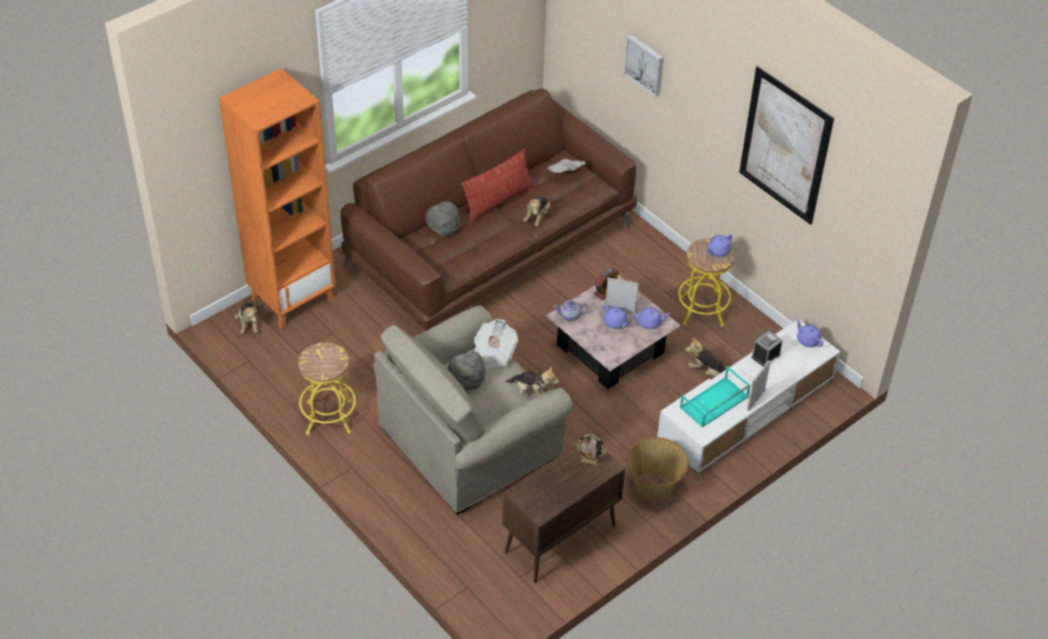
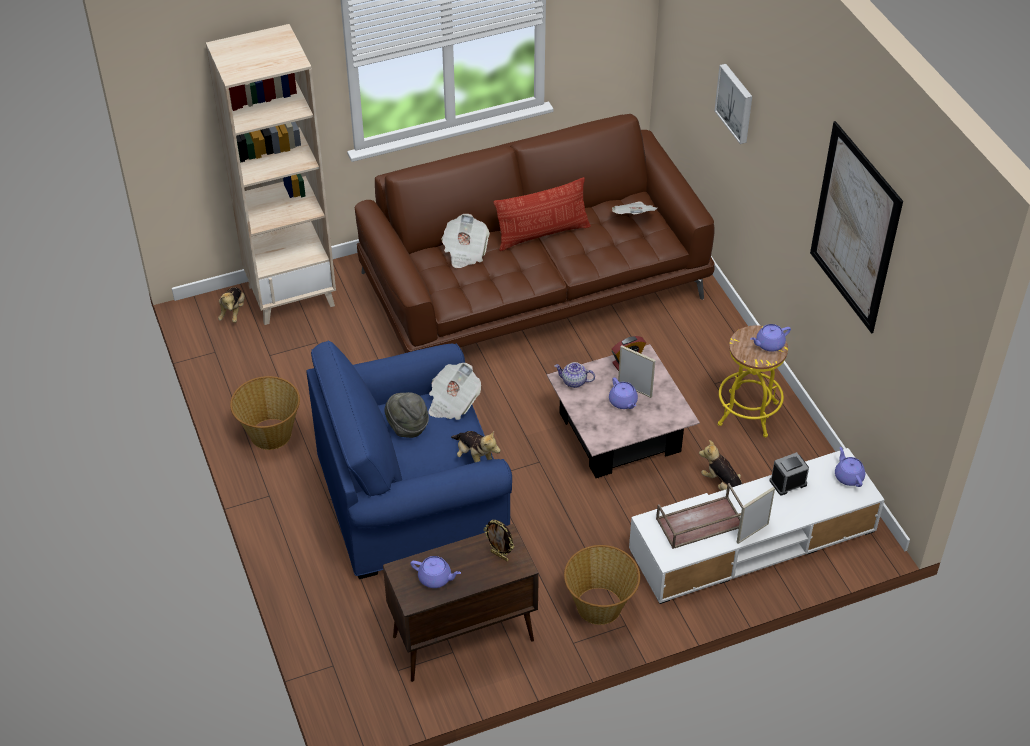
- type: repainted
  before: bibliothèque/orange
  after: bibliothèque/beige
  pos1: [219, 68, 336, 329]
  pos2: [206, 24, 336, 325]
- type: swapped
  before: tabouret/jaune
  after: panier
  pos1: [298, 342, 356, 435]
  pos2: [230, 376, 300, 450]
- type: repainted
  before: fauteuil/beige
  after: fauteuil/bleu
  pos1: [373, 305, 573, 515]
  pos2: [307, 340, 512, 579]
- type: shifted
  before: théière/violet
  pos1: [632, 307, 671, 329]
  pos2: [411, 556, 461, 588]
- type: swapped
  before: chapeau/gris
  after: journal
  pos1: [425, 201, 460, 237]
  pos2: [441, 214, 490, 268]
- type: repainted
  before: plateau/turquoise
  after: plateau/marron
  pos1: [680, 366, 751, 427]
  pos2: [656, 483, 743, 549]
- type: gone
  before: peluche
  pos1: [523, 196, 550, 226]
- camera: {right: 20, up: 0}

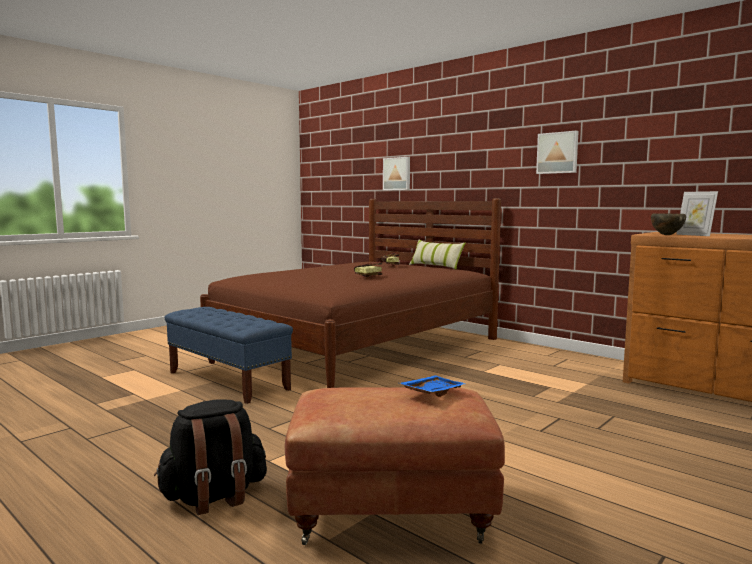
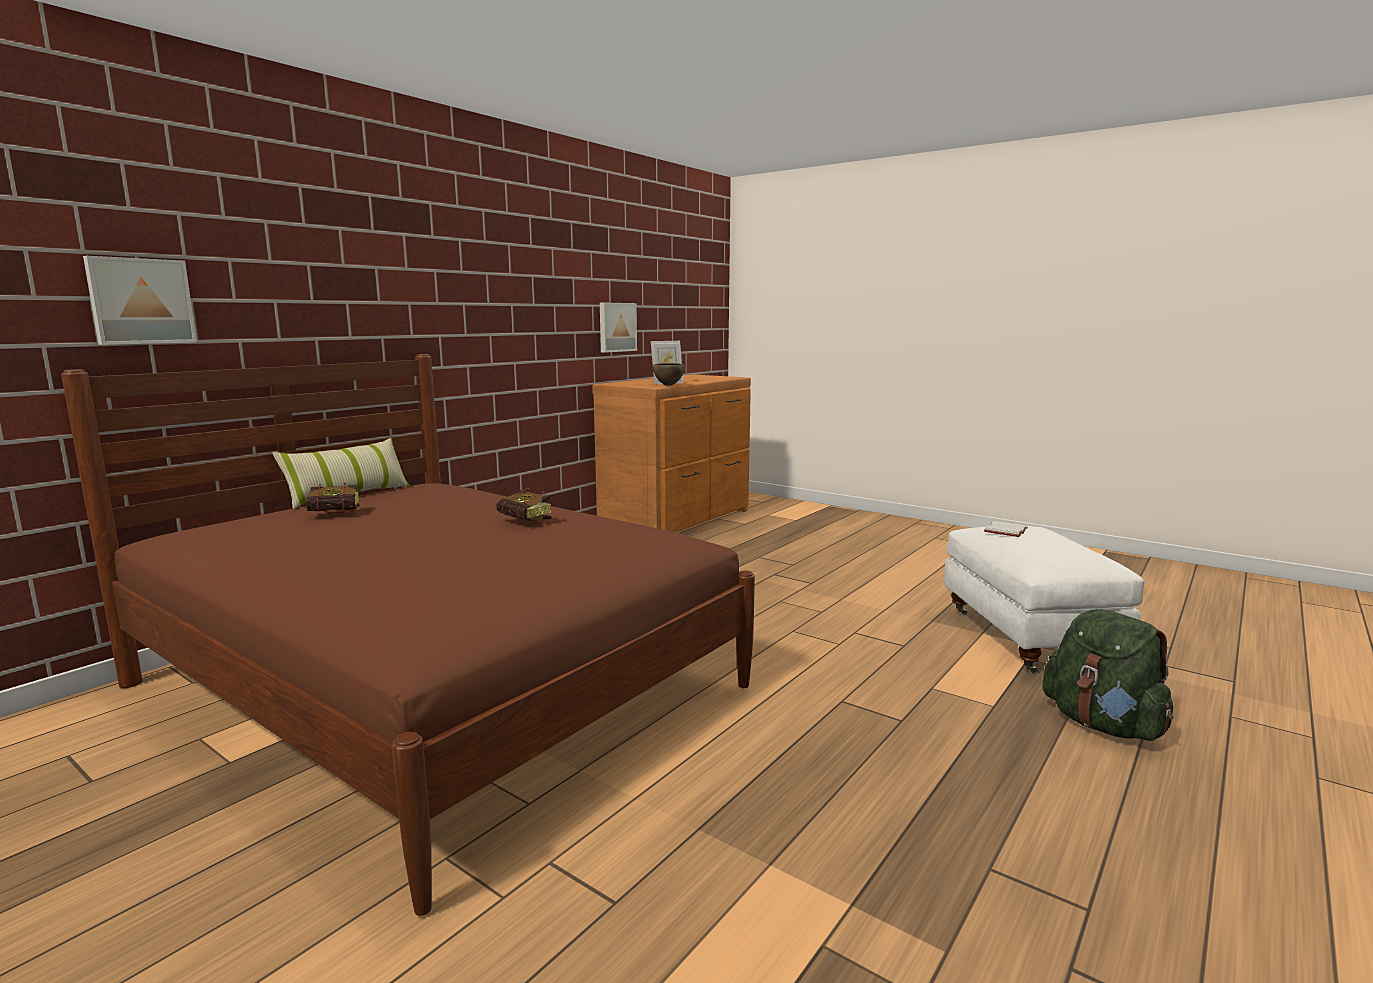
- type: shifted
  before: tableau
  pos1: [536, 131, 579, 174]
  pos2: [600, 303, 637, 353]
- type: repainted
  before: pouf/marron
  after: pouf/blanc
  pos1: [285, 387, 505, 545]
  pos2: [944, 526, 1144, 674]
- type: swapped
  before: plateau/bleu
  after: livre/blanc
  pos1: [400, 375, 466, 397]
  pos2: [984, 521, 1028, 537]
- type: repainted
  before: sac à dos/noir
  after: sac à dos/vert
  pos1: [154, 399, 267, 515]
  pos2: [1042, 609, 1173, 741]
- type: gone
  before: banc/bleu
  pos1: [165, 307, 293, 404]
- camera: {right: -95, up: 5}

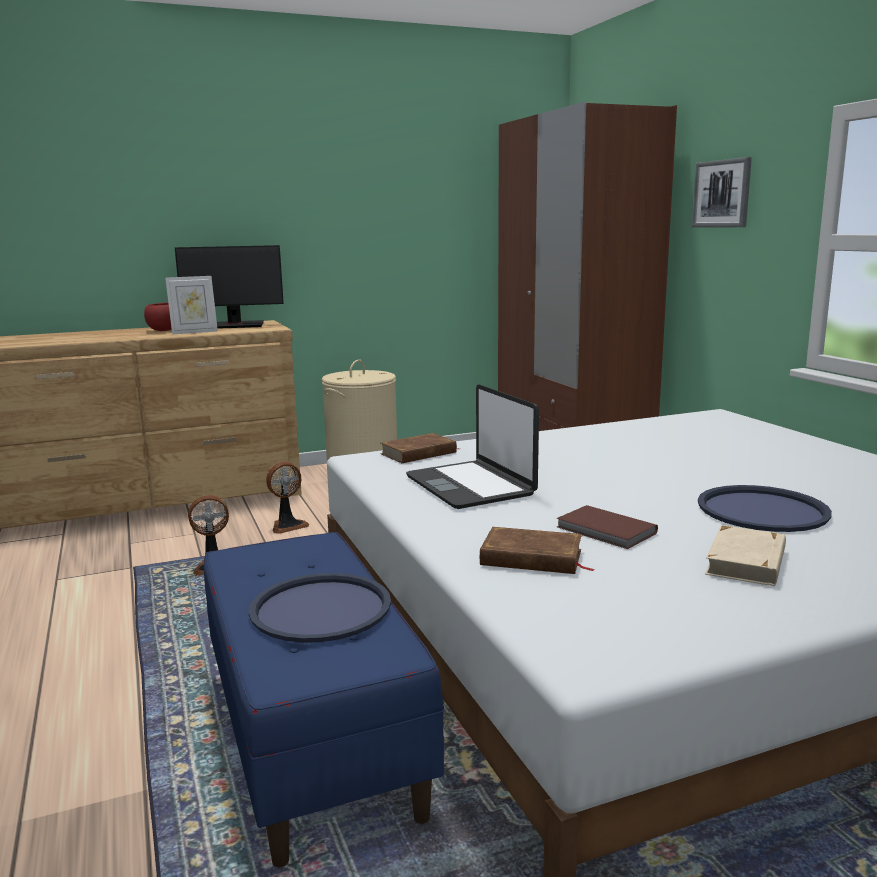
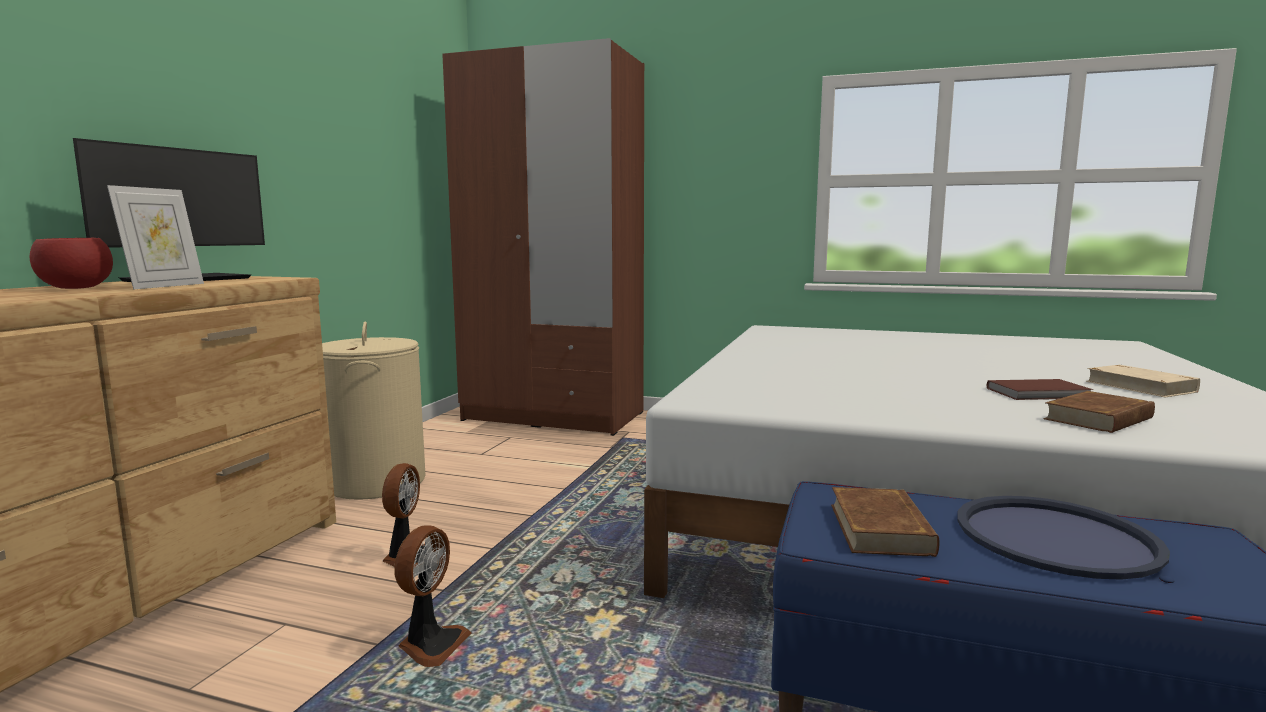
- type: shifted
  before: livre/marron
  pos1: [381, 433, 459, 463]
  pos2: [831, 487, 939, 557]
- type: gone
  before: ordinateur portable
  pos1: [406, 384, 539, 509]
- type: gone
  before: tableau
  pos1: [692, 157, 752, 227]
- type: gone
  before: plateau/bleu
  pos1: [698, 485, 832, 532]
- camera: {right: -50, up: -5}

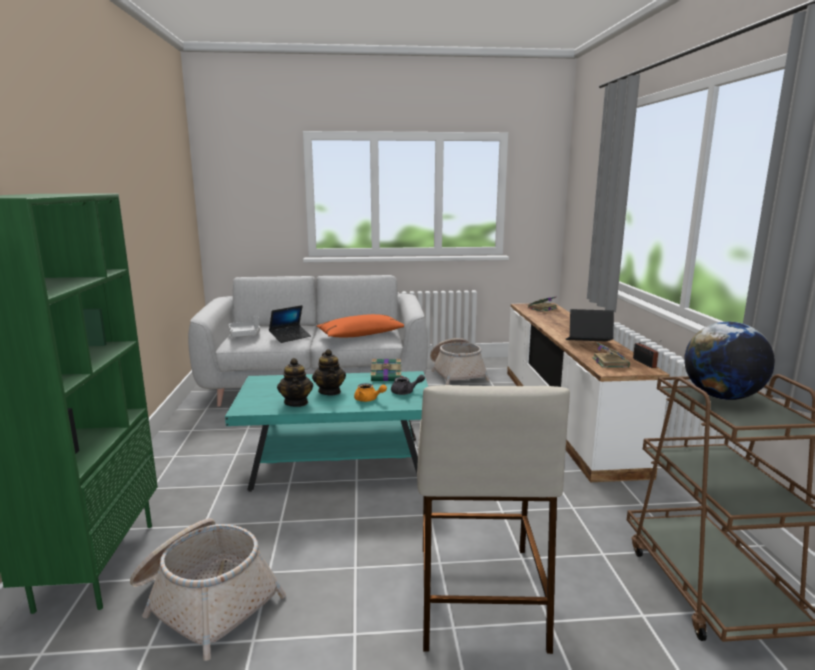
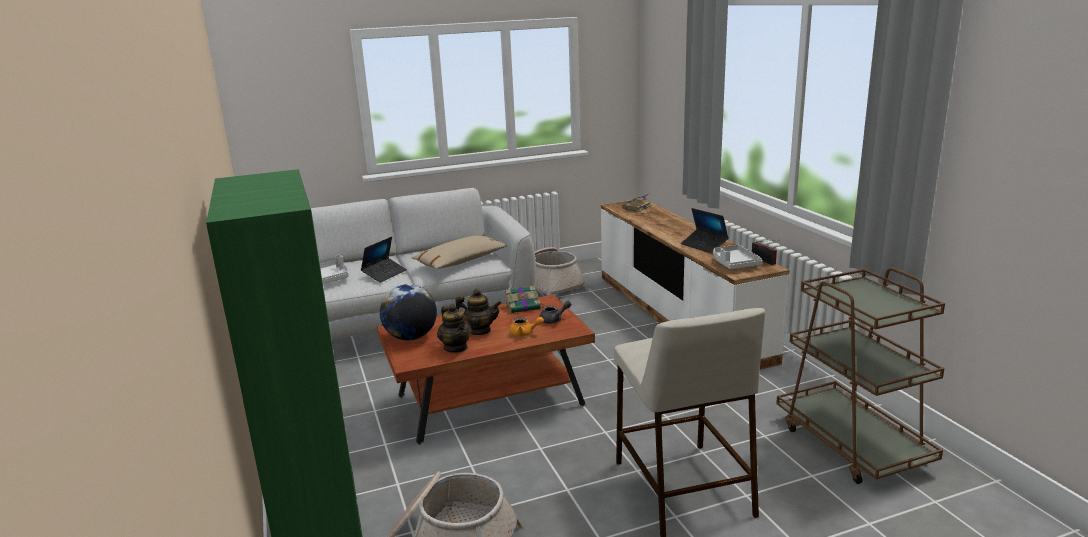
- type: repainted
  before: table basse/turquoise
  after: table basse/marron
  pos1: [225, 371, 428, 492]
  pos2: [377, 295, 595, 445]
- type: shifted
  before: globe
  pos1: [684, 322, 775, 400]
  pos2: [380, 284, 437, 340]
- type: repainted
  before: coussin/orange
  after: coussin/beige
  pos1: [316, 314, 404, 337]
  pos2: [412, 235, 507, 269]
- type: rotated
  before: théière
  pos1: [312, 349, 346, 395]
  pos2: [456, 289, 502, 335]
  turn: -45
- type: rotated
  before: ordinateur portable
  pos1: [566, 309, 614, 341]
  pos2: [681, 208, 729, 253]
  turn: -120
- type: swapped
  before: livre
  after: plateau/gris
  pos1: [592, 341, 630, 368]
  pos2: [713, 245, 763, 269]
- camera: {right: -15, up: 5}

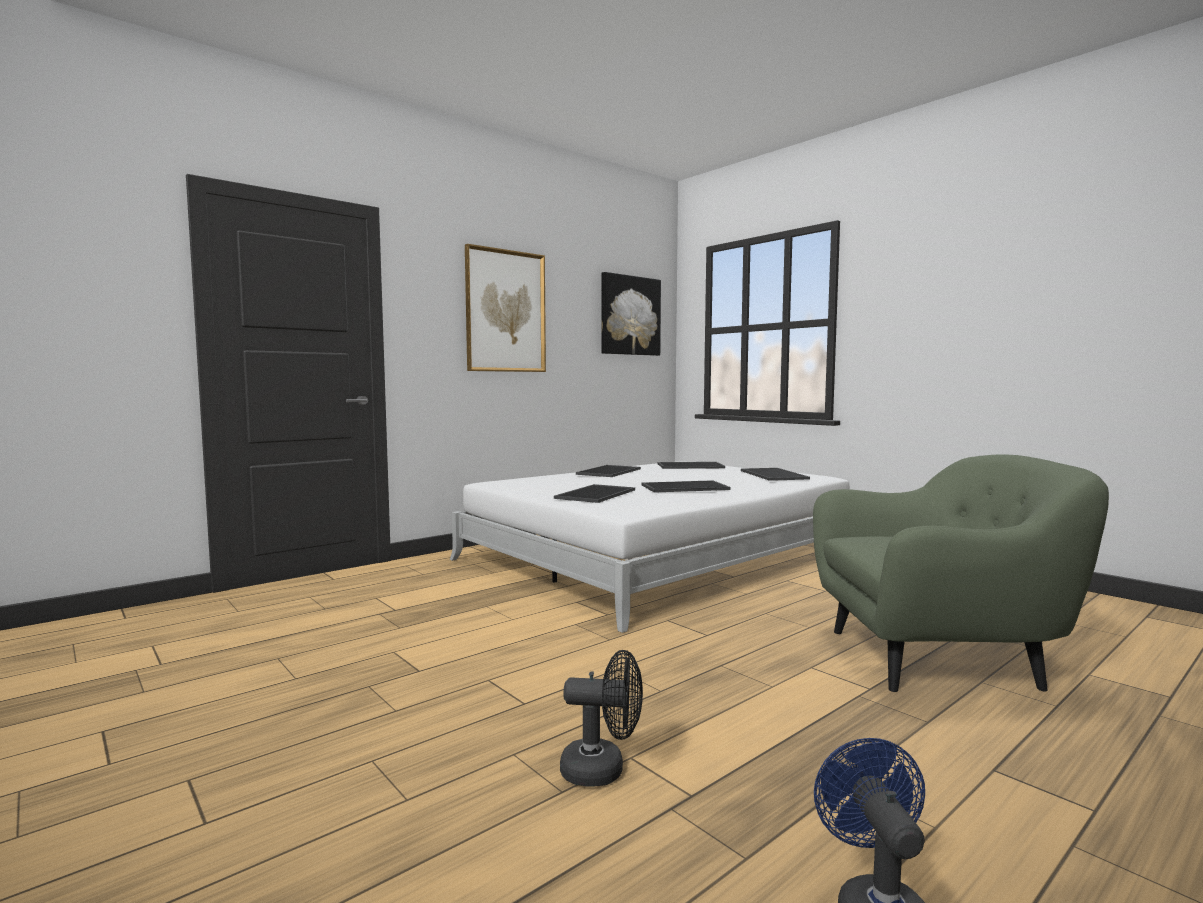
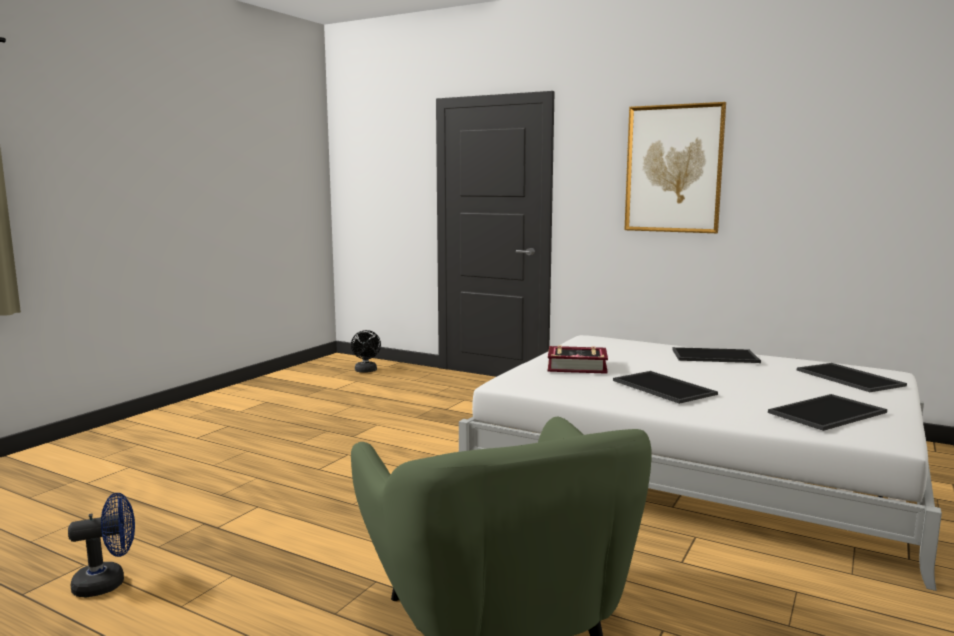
- type: shifted
  before: ventilateur/noir
  pos1: [560, 650, 643, 787]
  pos2: [351, 330, 381, 373]
- type: swapped
  before: plateau
  after: livre
  pos1: [554, 484, 635, 503]
  pos2: [548, 345, 608, 374]
- type: gone
  before: tableau
  pos1: [601, 272, 661, 356]
- camera: {right: 70, up: 5}

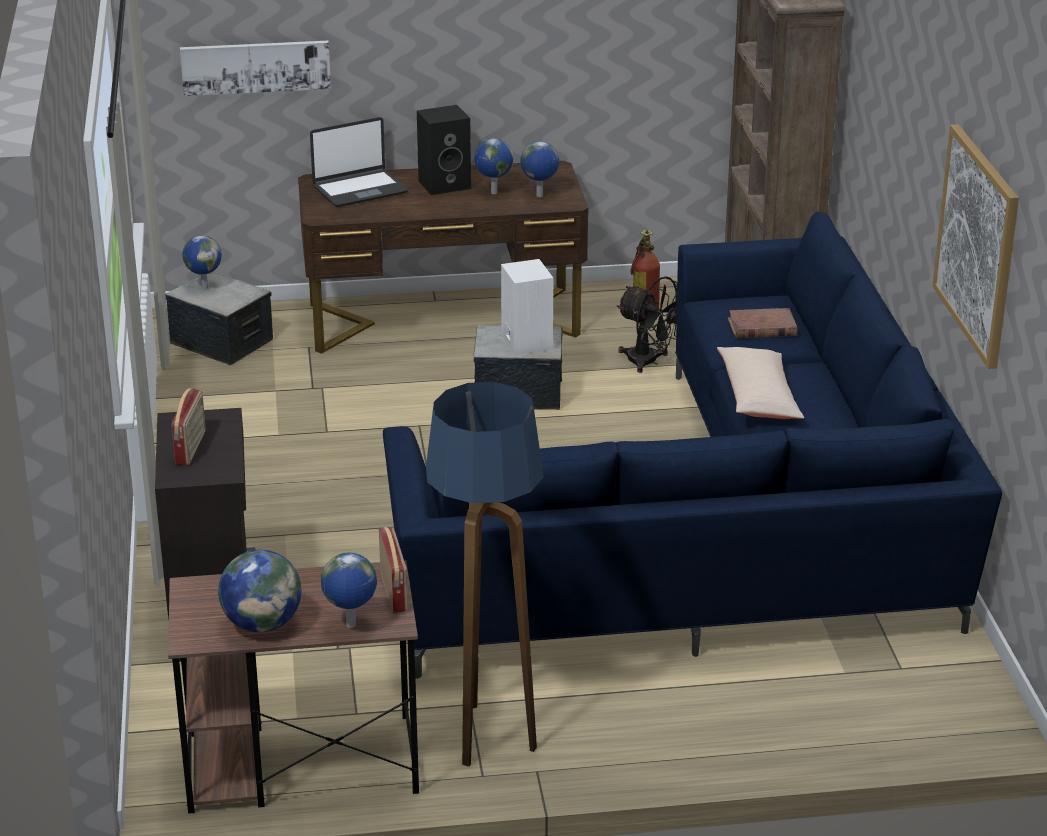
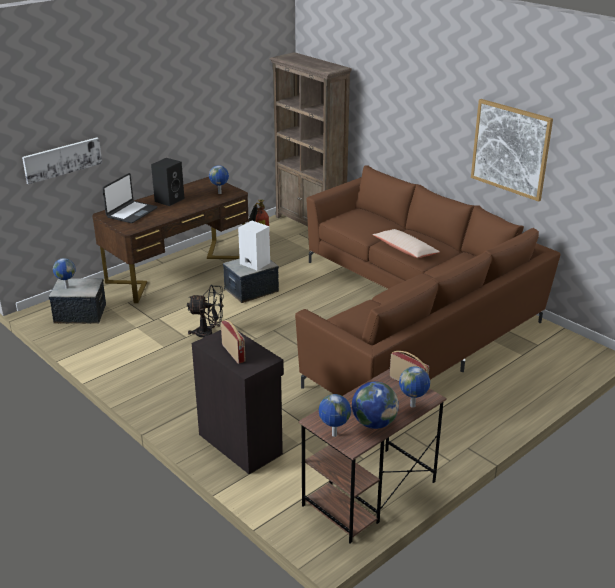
- type: shifted
  before: ventilateur/noir
  pos1: [617, 276, 677, 373]
  pos2: [187, 285, 224, 338]
- type: repainted
  before: canapé/bleu
  after: canapé/marron
  pos1: [383, 212, 1002, 679]
  pos2: [295, 165, 560, 396]
- type: shifted
  before: globe
  pos1: [474, 138, 513, 194]
  pos2: [319, 394, 351, 437]
- type: gone
  before: lampadaire
  pos1: [426, 382, 544, 767]
- type: gone
  before: livre/marron
  pos1: [728, 308, 797, 338]
- camera: {right: -35, up: 0}

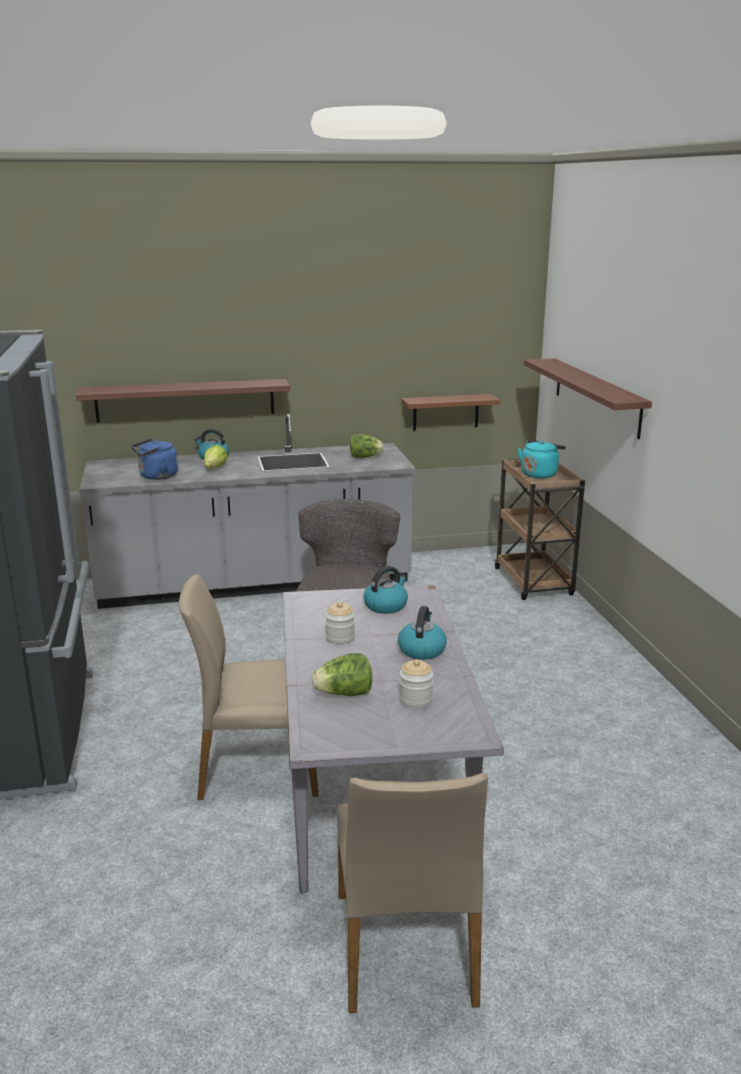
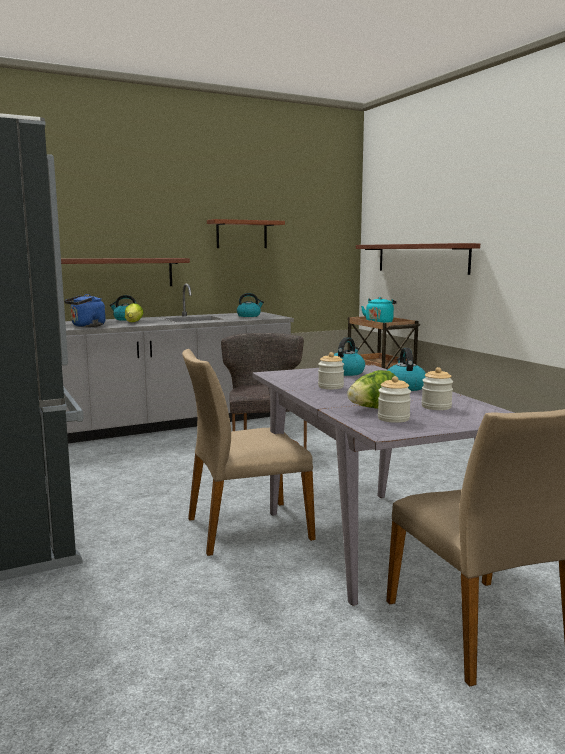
- type: shifted
  before: étagère/marron
  pos1: [402, 394, 500, 430]
  pos2: [207, 219, 285, 248]
- type: swapped
  before: laitue
  after: bouilloire
  pos1: [350, 434, 384, 458]
  pos2: [237, 293, 264, 317]
- type: new
  after: bocal
  pos2: [378, 376, 411, 423]
- camera: {right: -15, up: -10}

